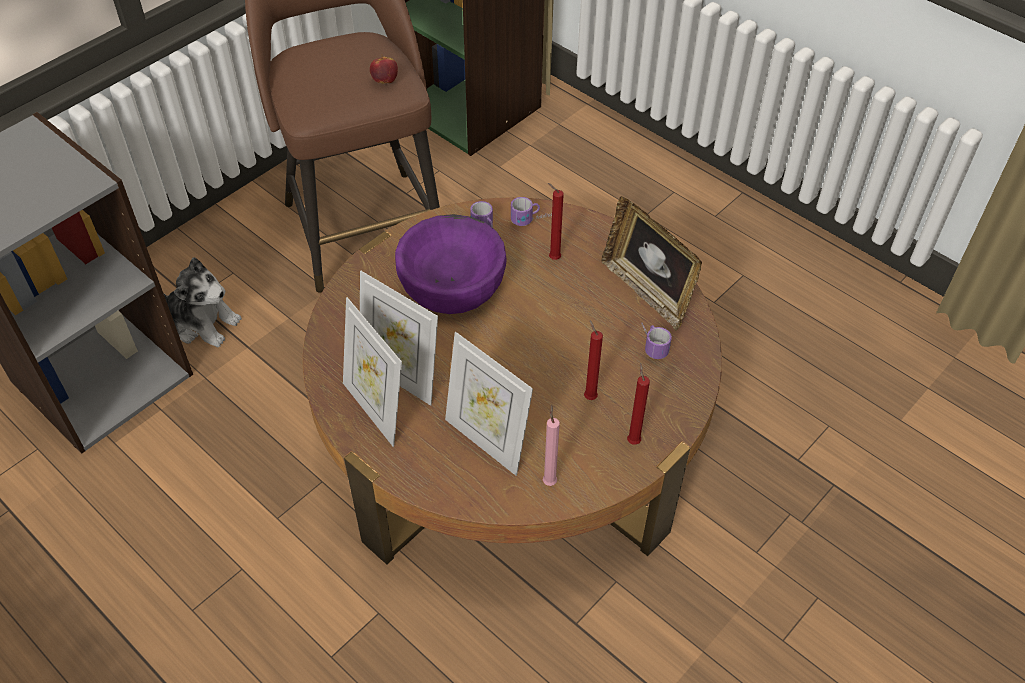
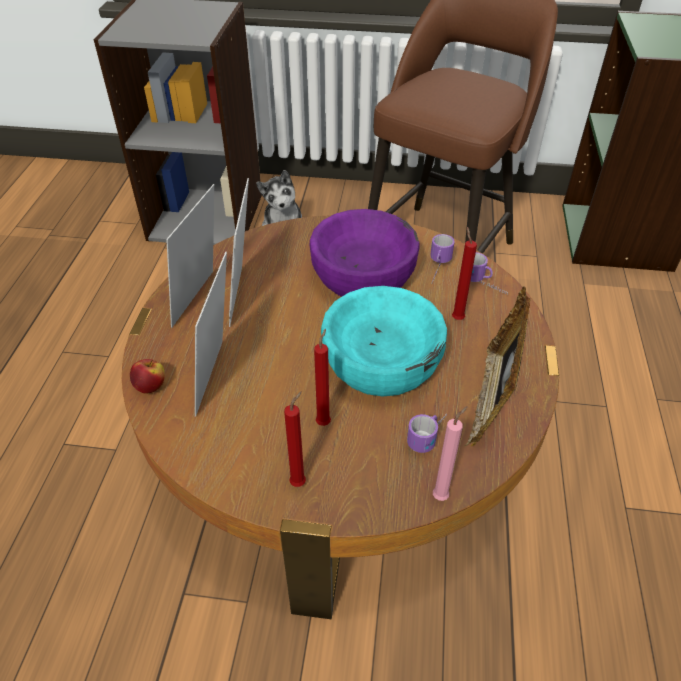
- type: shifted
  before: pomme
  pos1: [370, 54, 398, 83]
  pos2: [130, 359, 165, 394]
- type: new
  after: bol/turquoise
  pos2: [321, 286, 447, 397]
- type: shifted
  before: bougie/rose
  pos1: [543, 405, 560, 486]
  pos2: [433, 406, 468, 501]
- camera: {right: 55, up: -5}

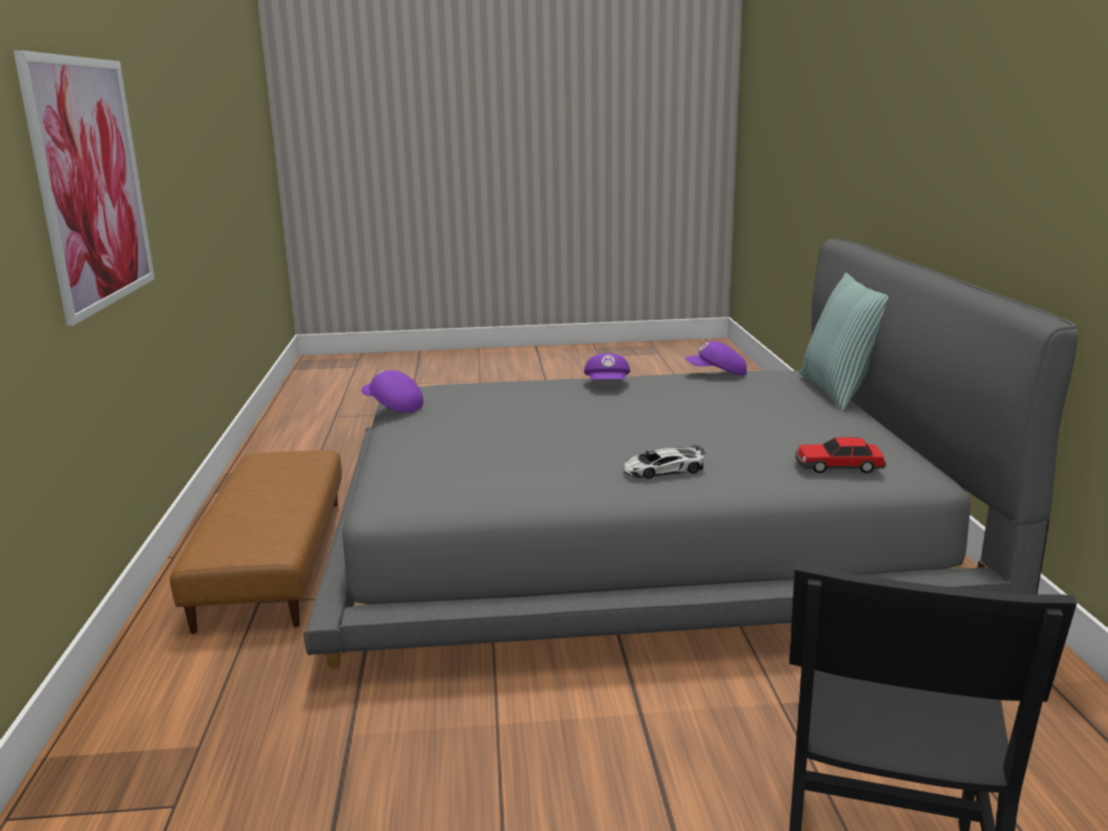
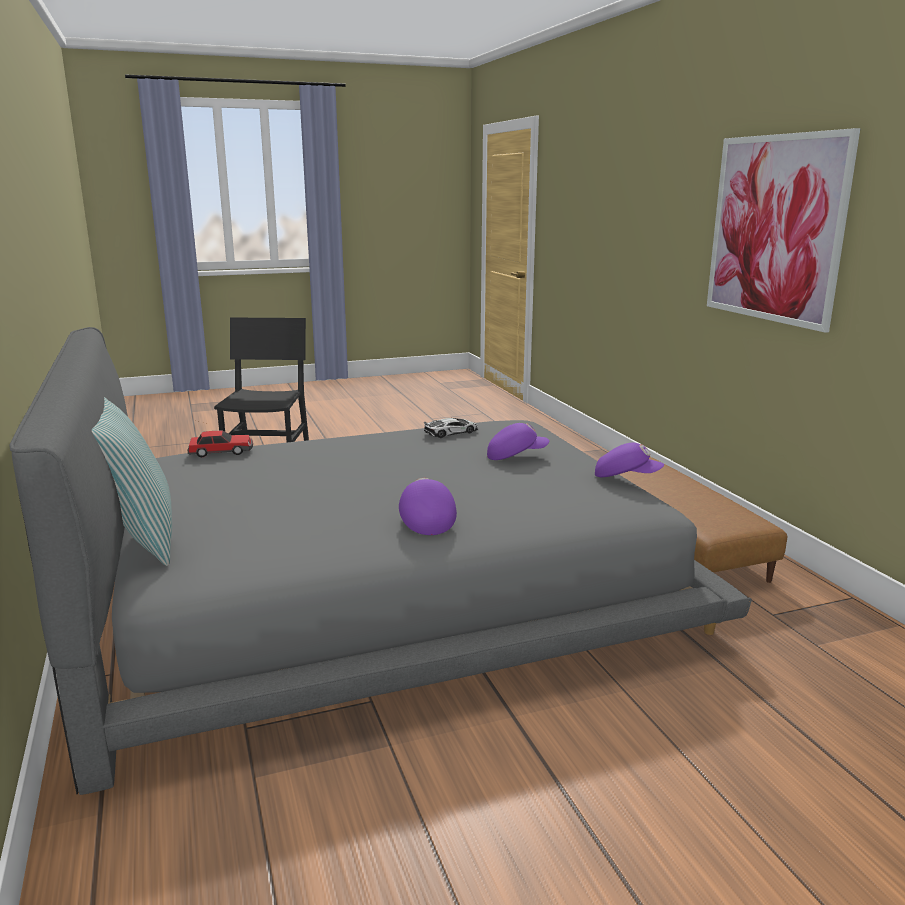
- type: shifted
  before: petite voiture
  pos1: [623, 445, 705, 479]
  pos2: [424, 418, 478, 438]
- type: shifted
  before: casquette/violet
  pos1: [685, 341, 747, 375]
  pos2: [487, 423, 549, 460]
- camera: {right: 165, up: 0}

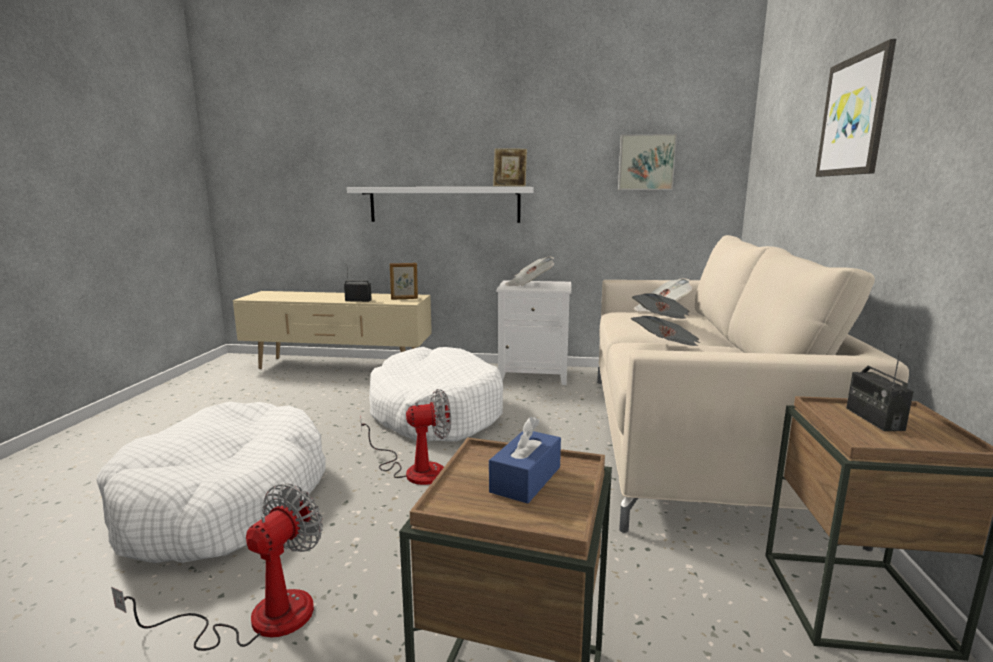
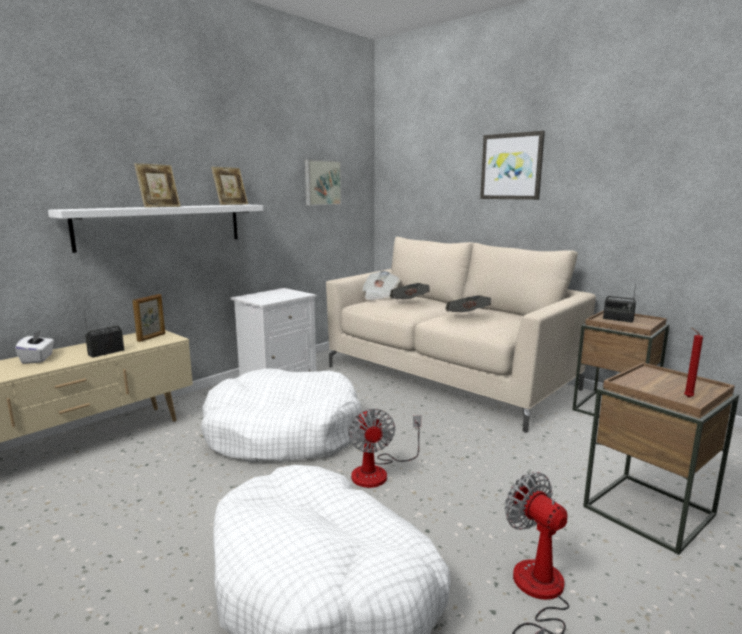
- type: new
  after: boîte à mouchoirs/blanc
  pos2: [15, 330, 54, 364]
- type: new
  after: cadre photo
  pos2: [134, 163, 181, 208]
- type: rotated
  before: ventilateur
  pos1: [360, 389, 451, 485]
  pos2: [348, 408, 422, 488]
  turn: 150
- type: new
  after: bougie/rouge
  pos2: [684, 327, 703, 398]
- type: gone
  before: boîte à mouchoirs/bleu
  pos1: [489, 417, 561, 504]
- type: gone
  before: journal
  pos1: [505, 257, 554, 286]
- camera: {right: -55, up: 0}

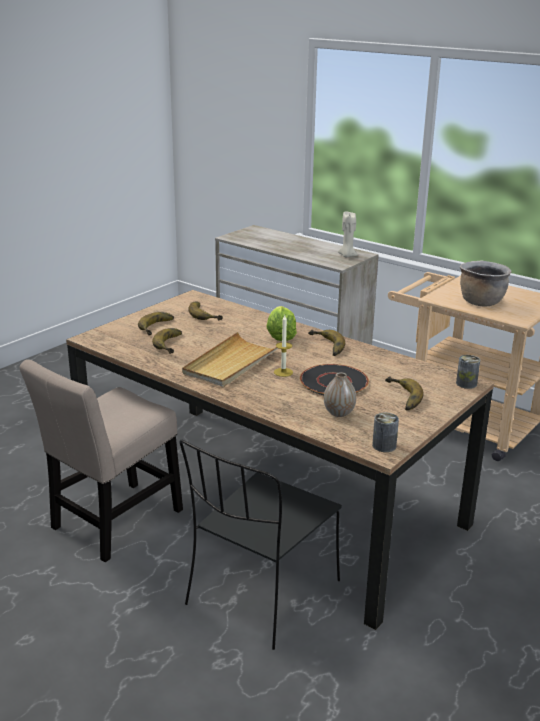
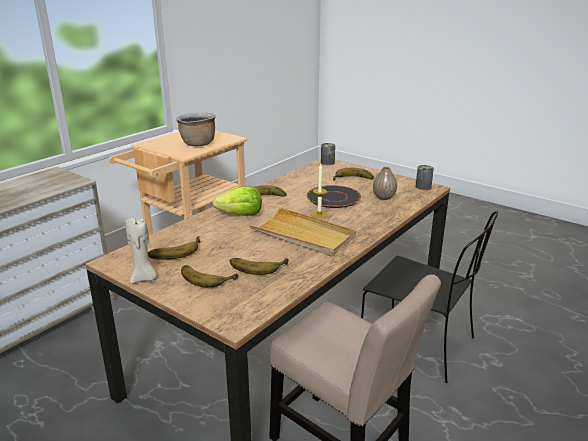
- type: shifted
  before: bougie/beige
  pos1: [338, 211, 358, 257]
  pos2: [125, 218, 157, 284]
- camera: {right: -90, up: 0}

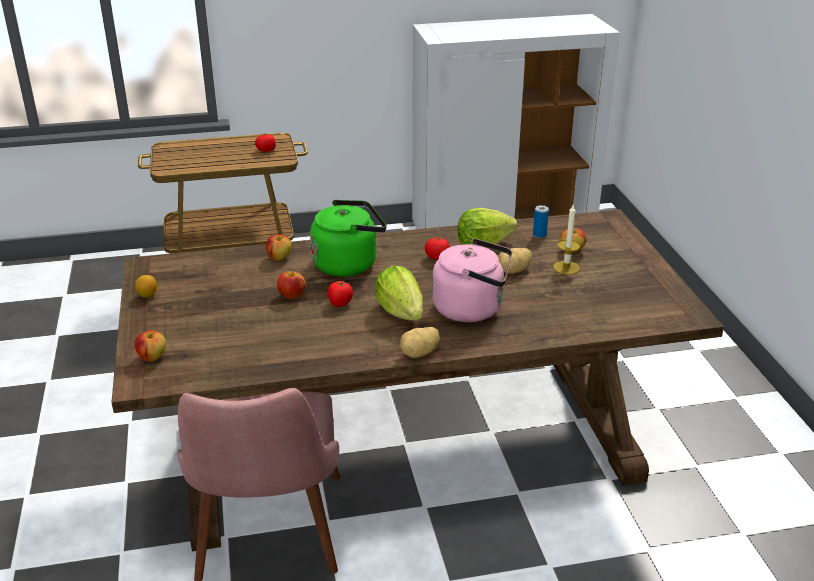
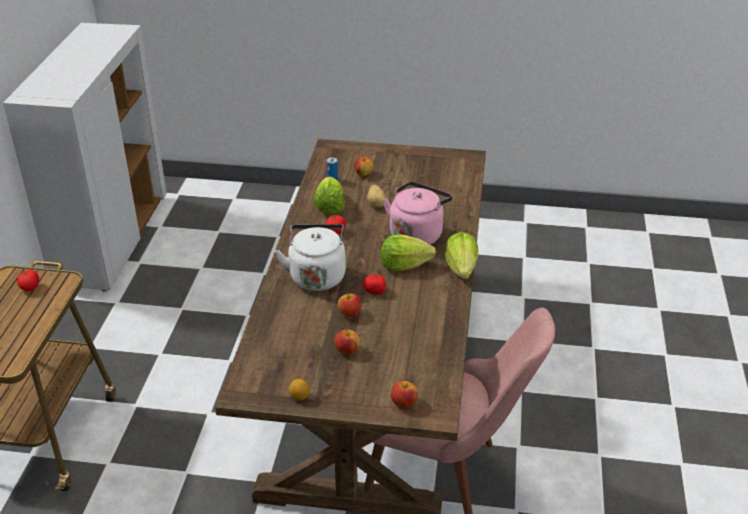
- type: repainted
  before: bouilloire/vert
  after: bouilloire/blanc
  pos1: [310, 200, 387, 277]
  pos2: [275, 224, 346, 291]
- type: shifted
  before: pomme
  pos1: [266, 234, 291, 261]
  pos2: [334, 329, 360, 355]
- type: swapped
  before: pomme de terre
  after: laitue
  pos1: [400, 327, 440, 358]
  pos2: [445, 232, 478, 279]
- type: gone
  before: bougie
  pos1: [553, 205, 580, 275]
- camera: {right: -70, up: 5}

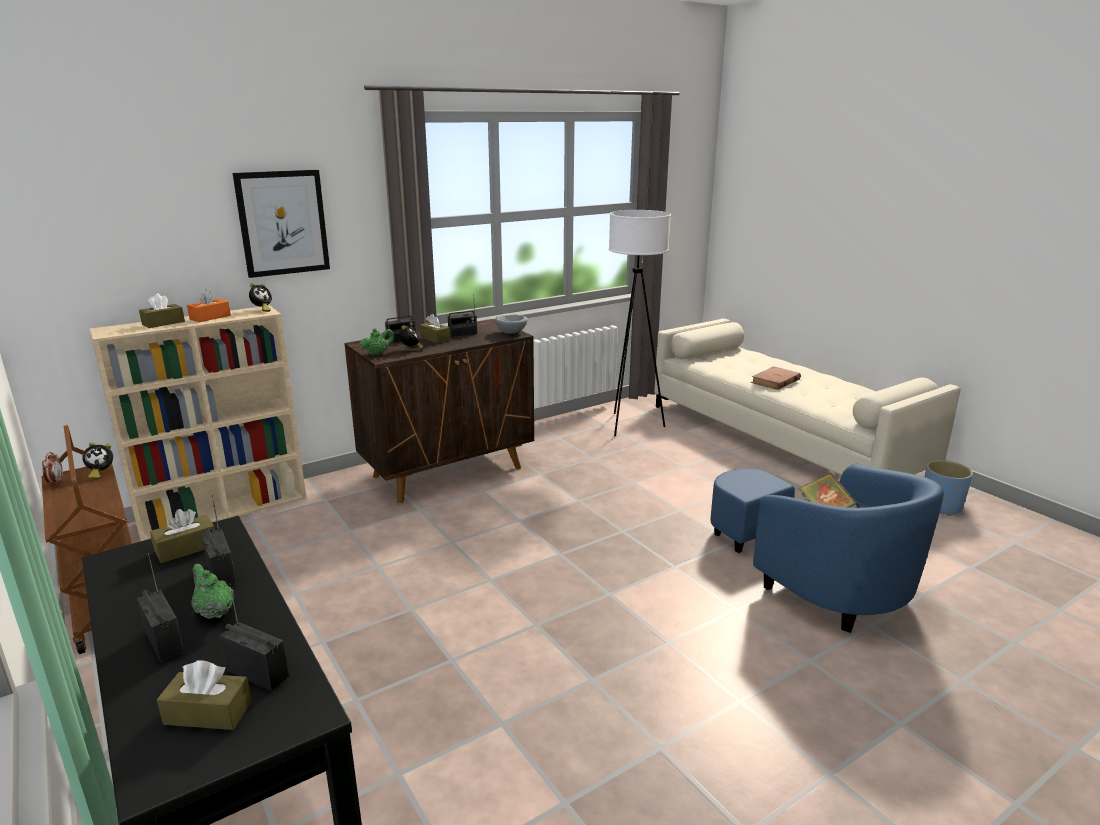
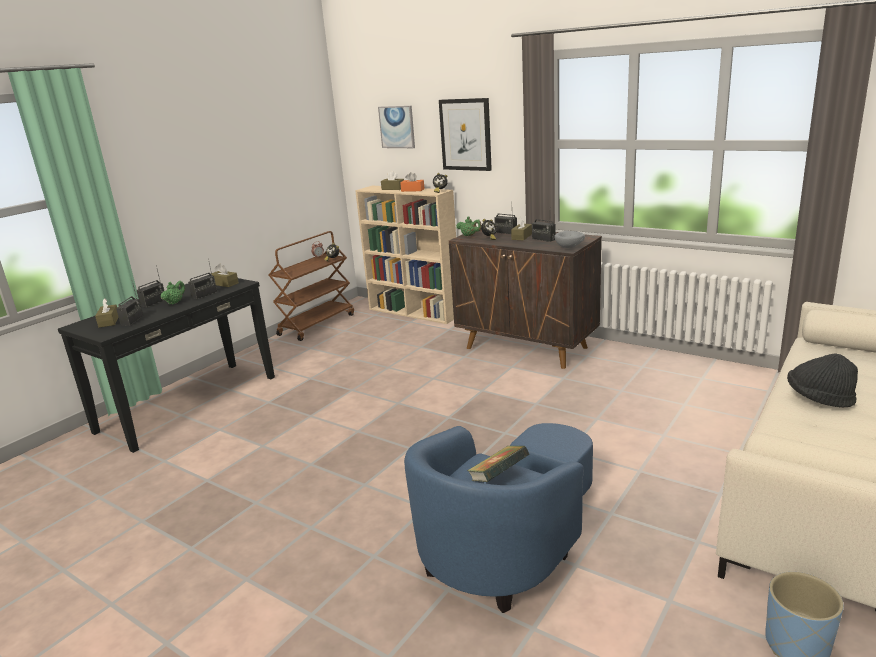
- type: new
  after: tableau
  pos2: [378, 106, 415, 148]
- type: swapped
  before: livre/marron
  after: chapeau/noir
  pos1: [750, 367, 801, 390]
  pos2: [787, 354, 858, 407]
- type: gone
  before: lampadaire/blanc
  pos1: [609, 210, 671, 436]
- camera: {right: 70, up: 0}

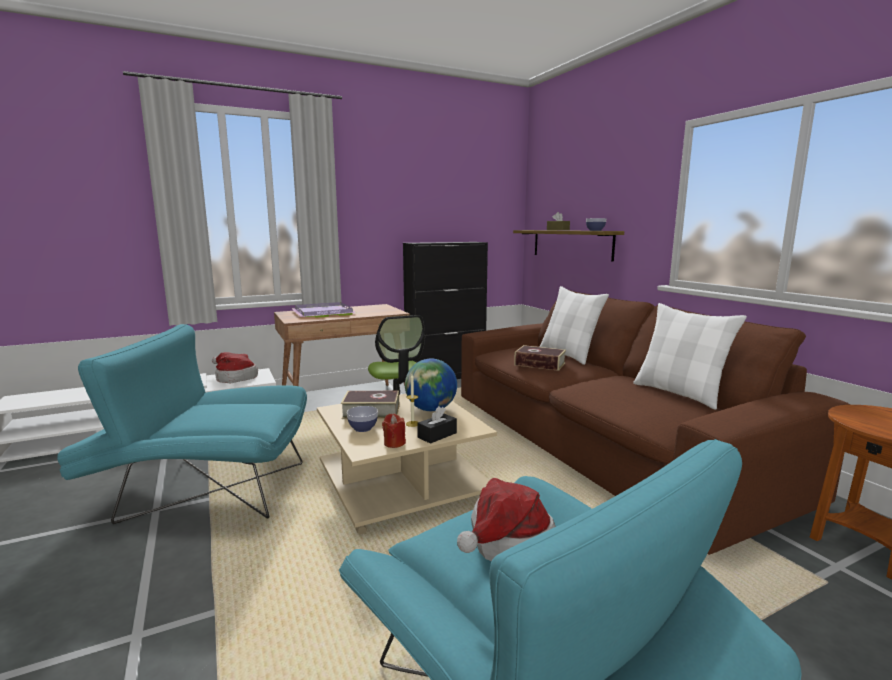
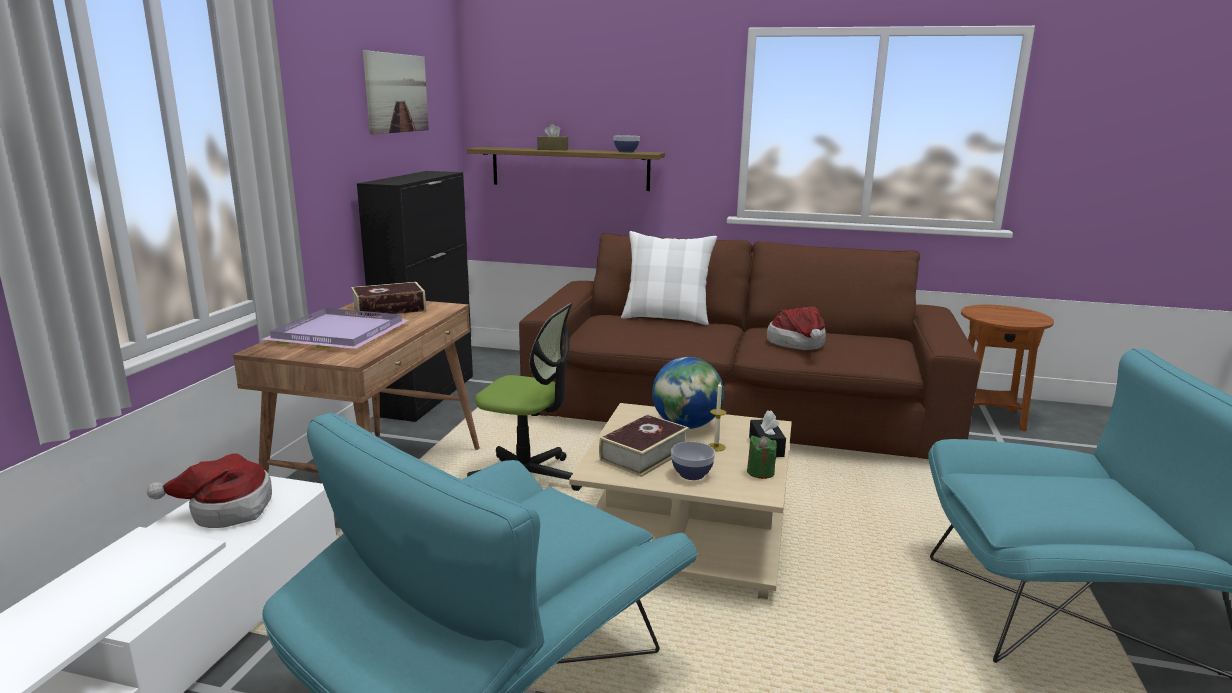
- type: shifted
  before: livre
  pos1: [514, 345, 566, 371]
  pos2: [351, 282, 426, 316]
- type: new
  after: tableau
  pos2: [363, 50, 429, 134]
- type: repainted
  before: bougie/rouge
  after: bougie/vert
  pos1: [382, 414, 406, 448]
  pos2: [747, 436, 777, 479]
- type: shifted
  before: chapeau
  pos1: [457, 478, 556, 561]
  pos2: [767, 306, 826, 350]
- type: gone
  before: coussin/blanc
  pos1: [633, 303, 747, 410]
- camera: {right: -50, up: 5}

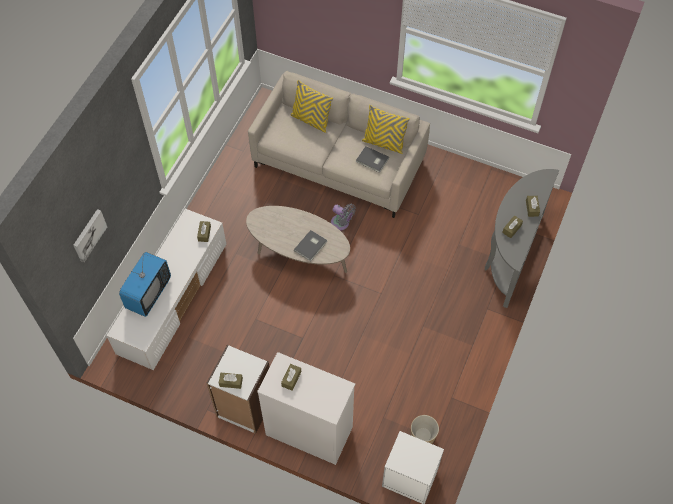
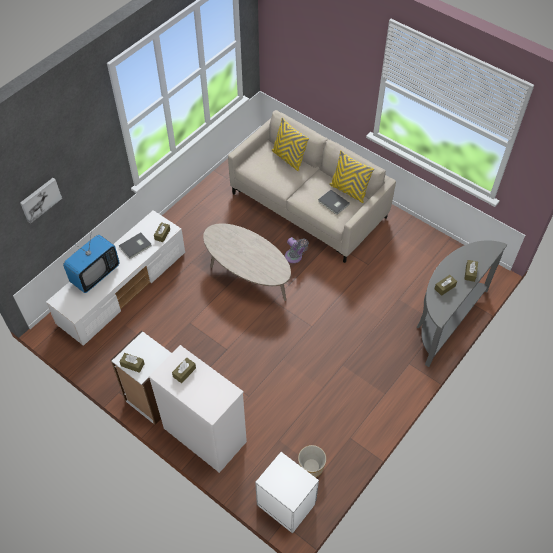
- type: shifted
  before: livre/gris
  pos1: [294, 230, 327, 261]
  pos2: [119, 233, 152, 259]
- camera: {right: 15, up: -5}

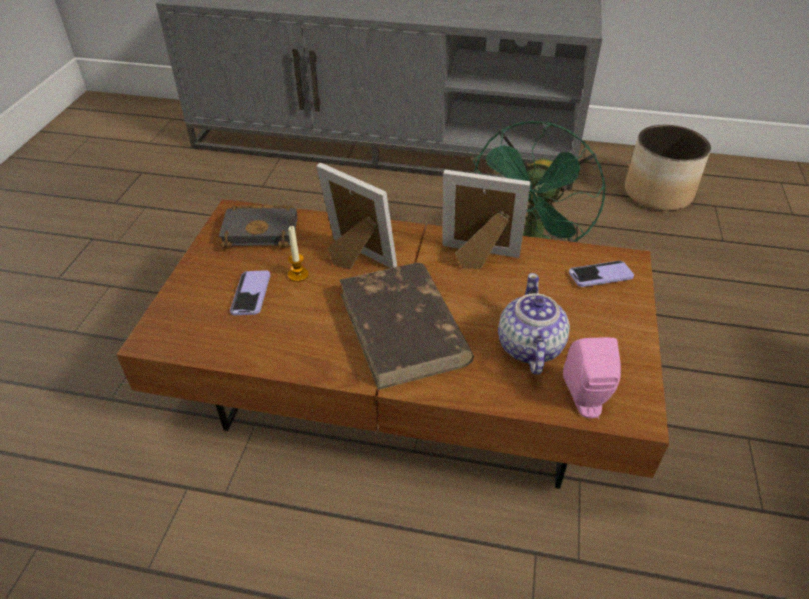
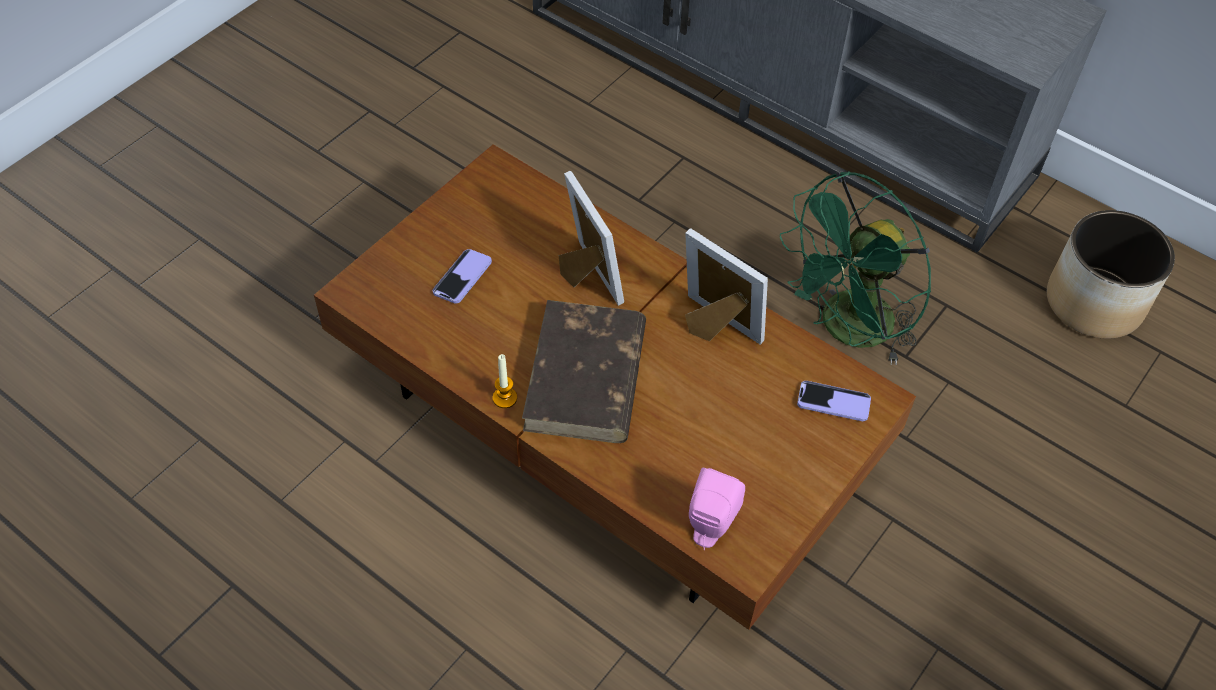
- type: shifted
  before: bougie
  pos1: [288, 226, 309, 282]
  pos2: [493, 354, 517, 408]
- type: gone
  before: livre/noir
  pos1: [219, 205, 298, 248]
- type: gone
  before: théière
  pos1: [498, 273, 570, 375]
- camera: {right: 25, up: 10}

